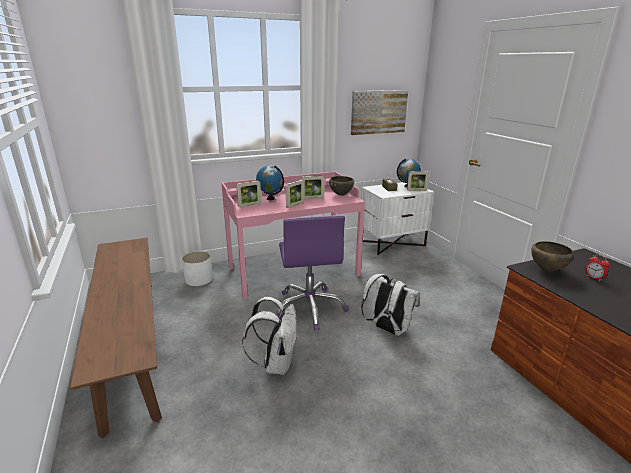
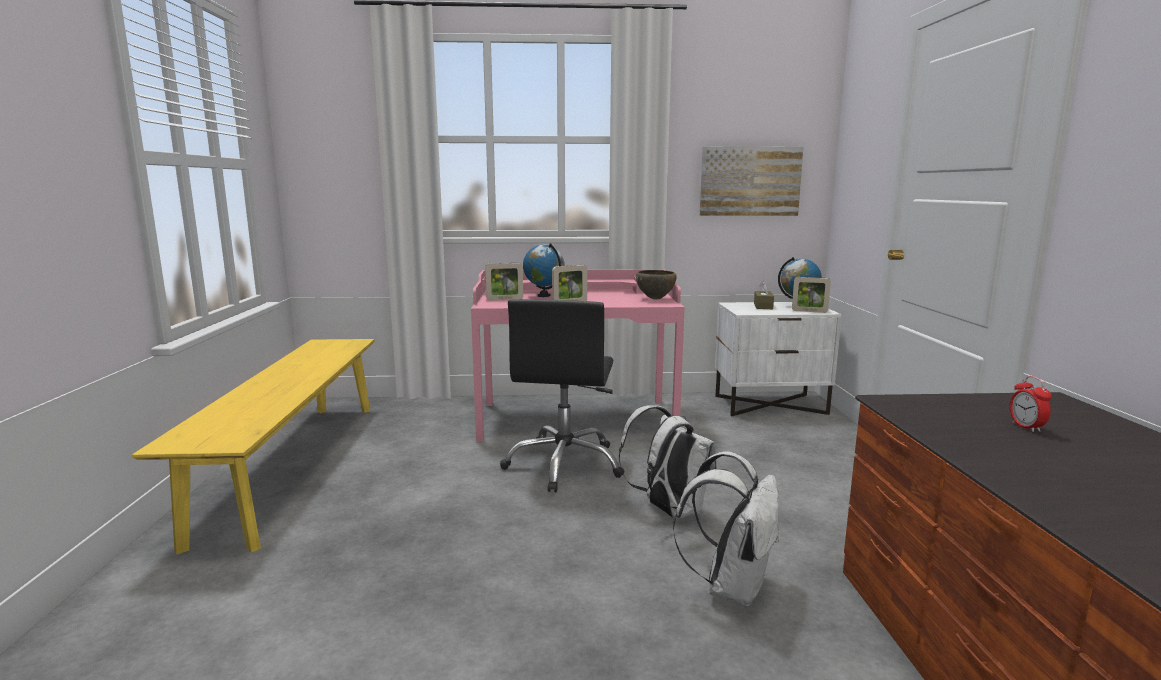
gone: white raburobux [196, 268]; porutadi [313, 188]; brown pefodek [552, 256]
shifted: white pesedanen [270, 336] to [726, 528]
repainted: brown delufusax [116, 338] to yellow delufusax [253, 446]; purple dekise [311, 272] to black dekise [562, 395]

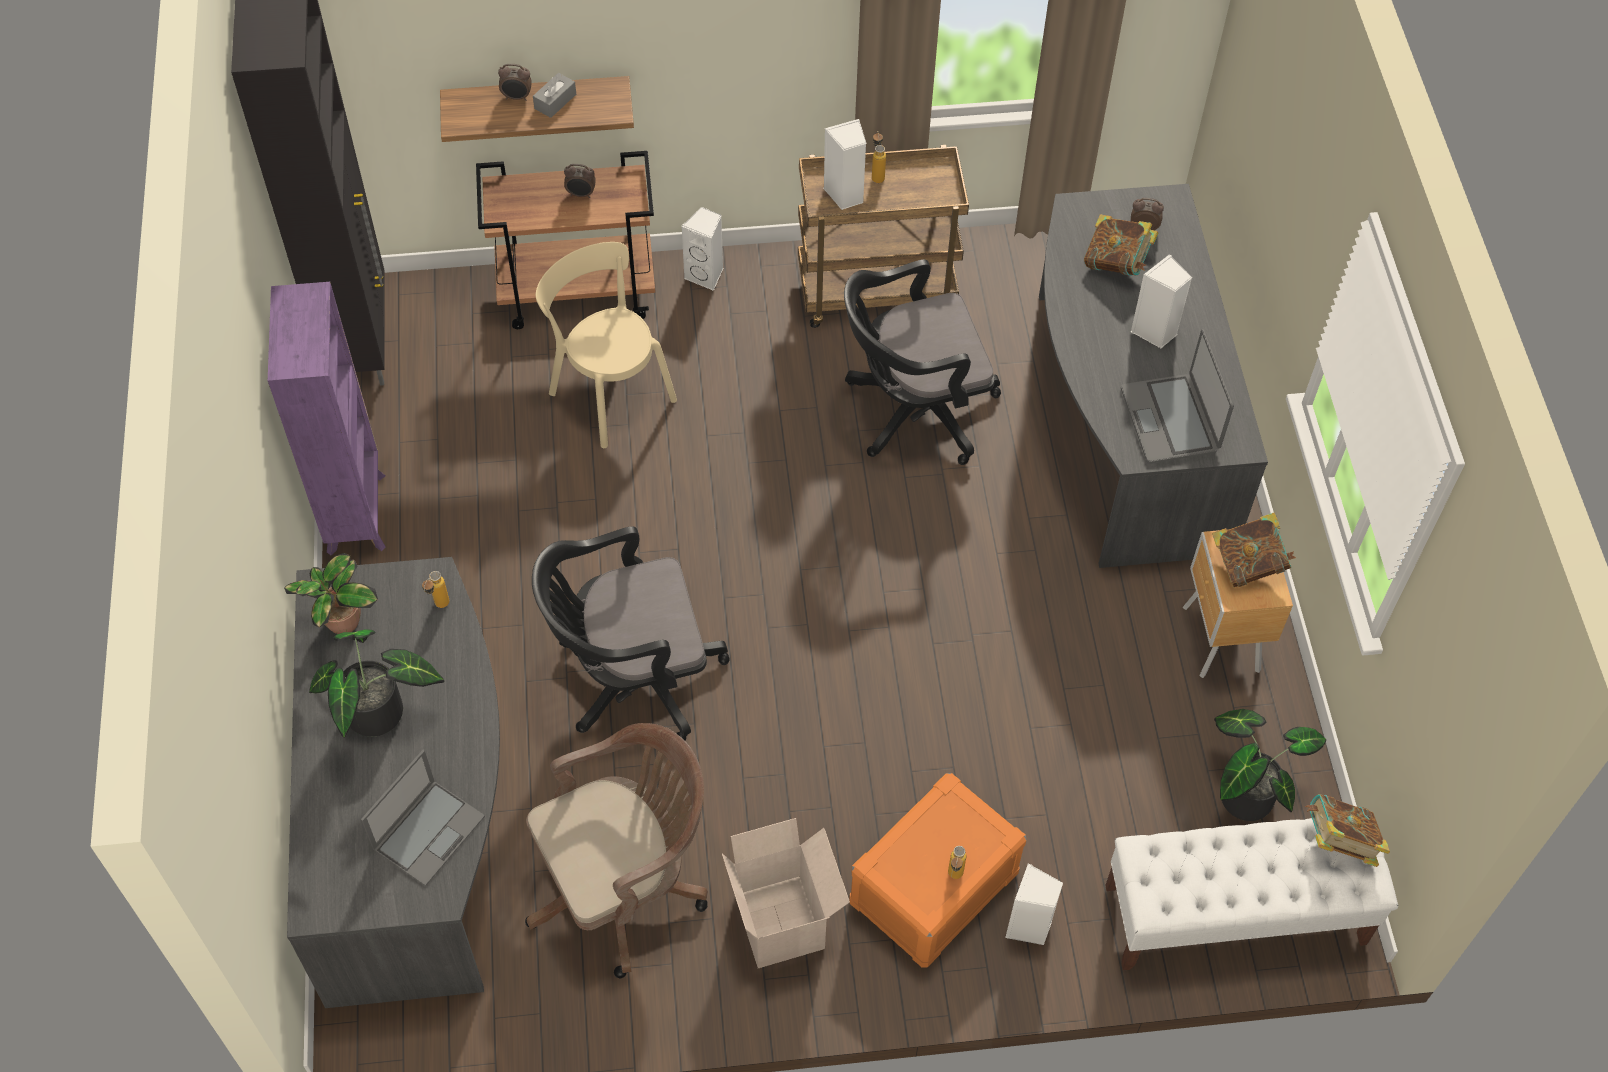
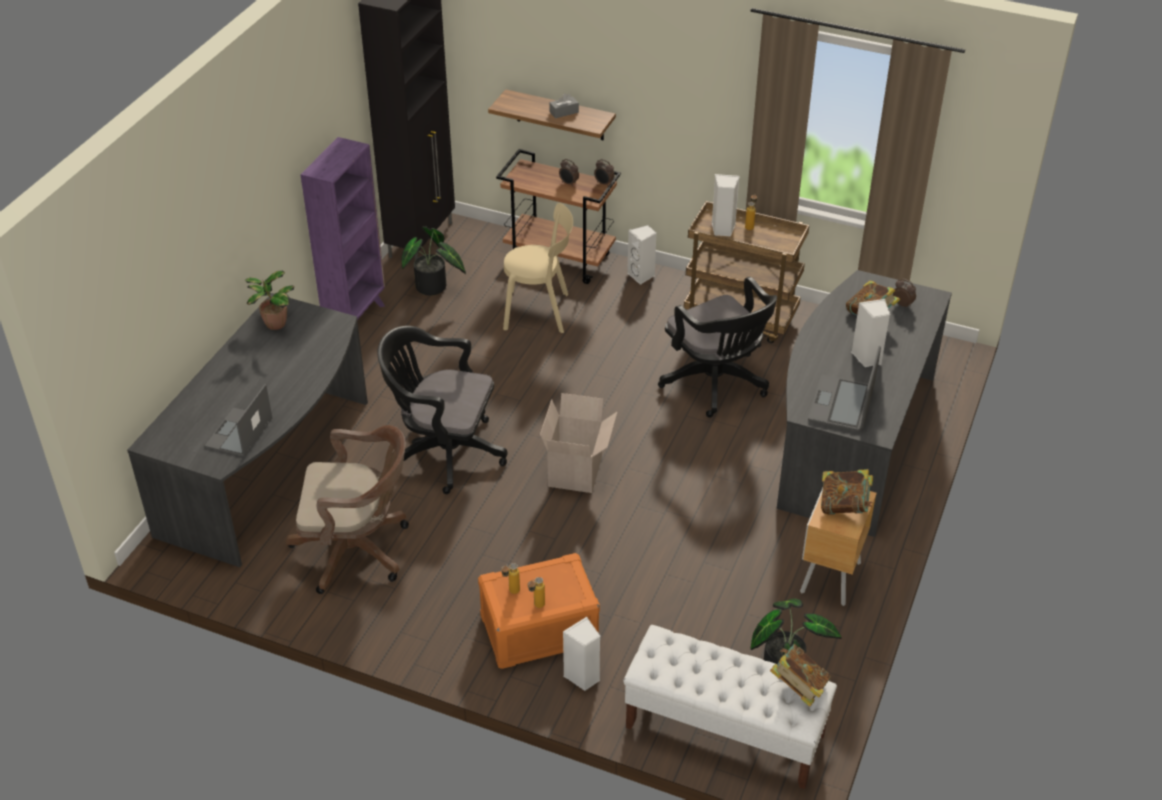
shifted: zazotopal [376, 683] to [434, 260]; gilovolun [435, 589] to [510, 578]; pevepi [515, 82] to [604, 172]; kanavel [786, 893] to [578, 443]
rotated: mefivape [423, 818] = [238, 420] 135 degrees clockwise; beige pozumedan [606, 345] = [538, 268] 105 degrees clockwise; black dekise [922, 362] = [717, 347] 135 degrees counterclockwise

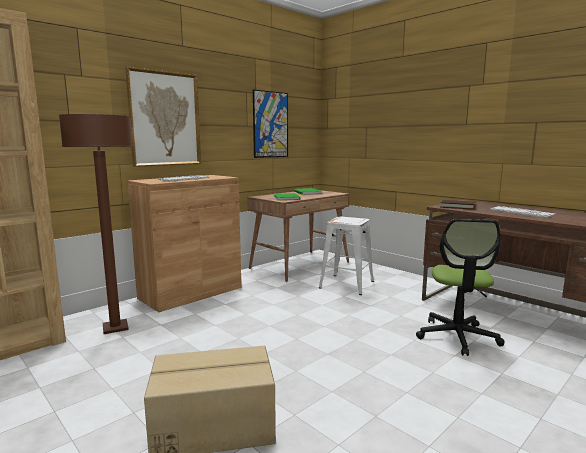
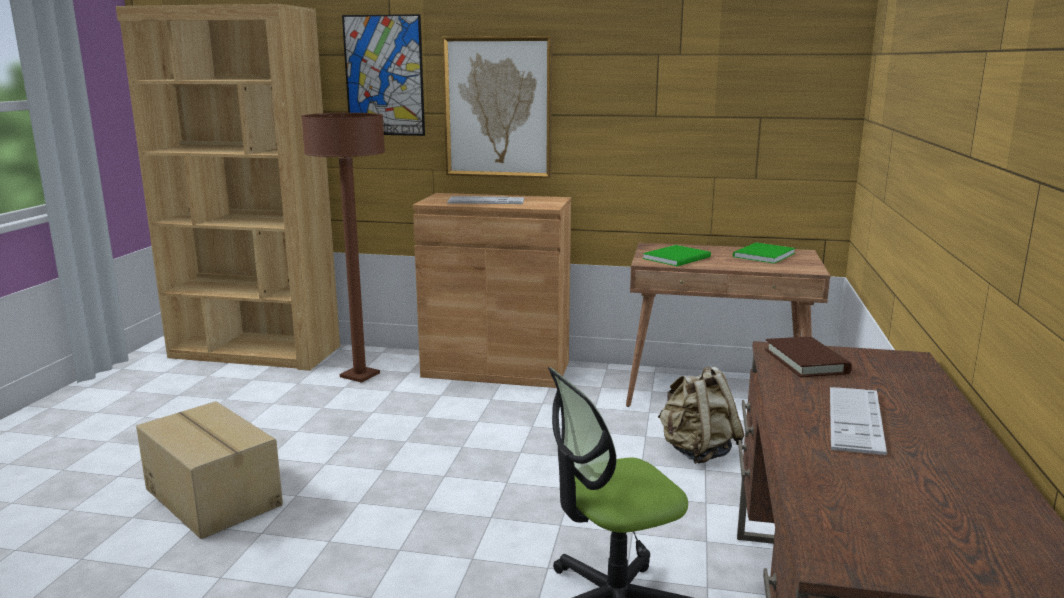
shifted: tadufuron [270, 124] to [383, 75]
swapped: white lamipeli [346, 256] to beige pesedanen [701, 415]

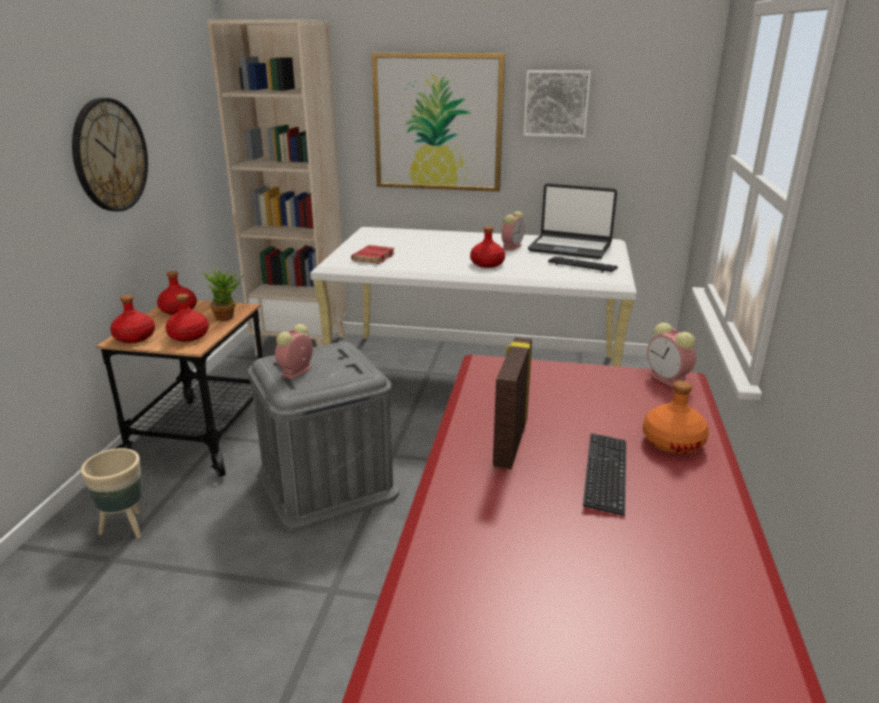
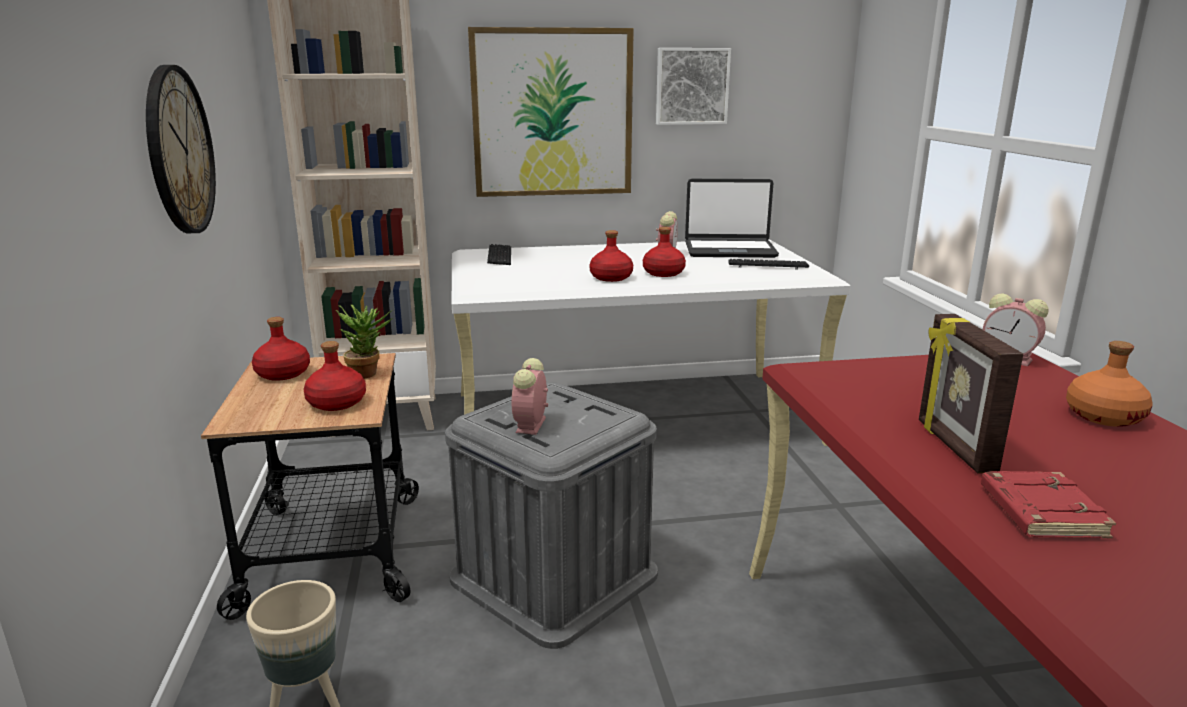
shifted: red gilovolun [132, 319] to [611, 256]; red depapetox [373, 254] to [1048, 504]; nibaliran [604, 474] to [499, 254]

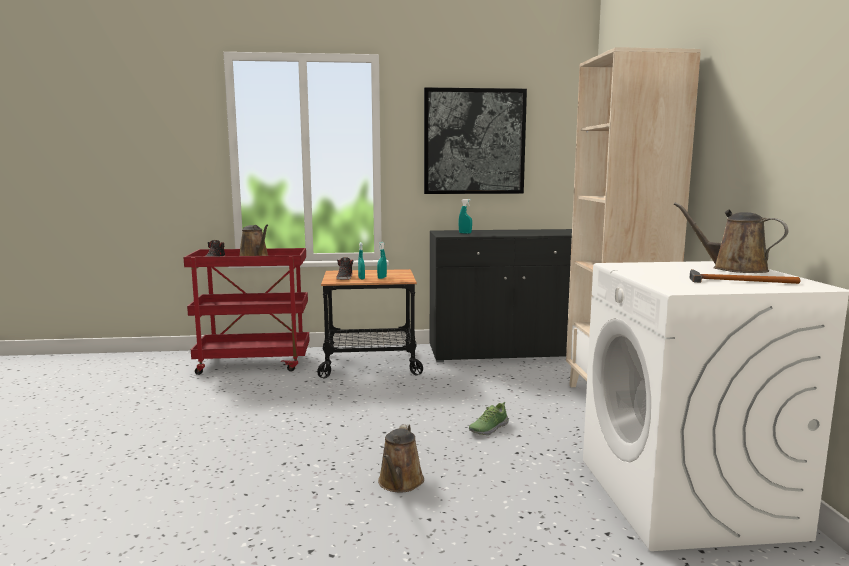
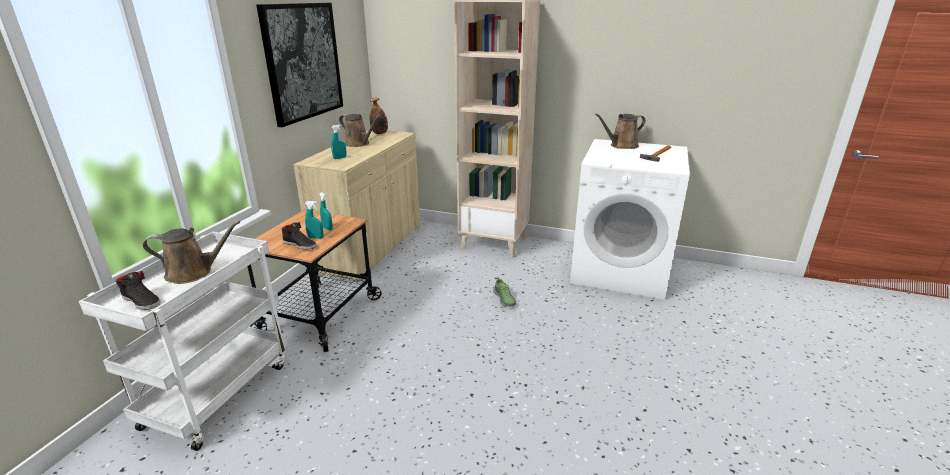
new: gilovolun [379, 116]
shifted: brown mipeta [401, 458] to [360, 130]
repainted: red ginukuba [246, 311] to white ginukuba [183, 341]; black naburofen [501, 295] to beige naburofen [356, 206]

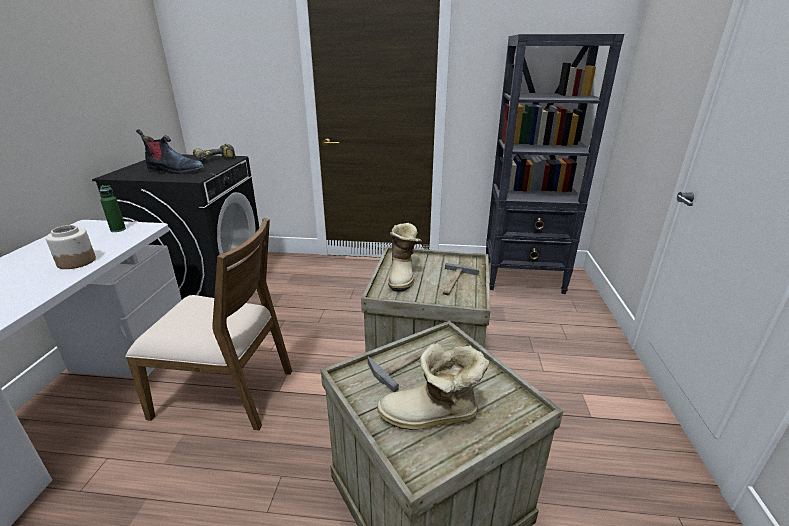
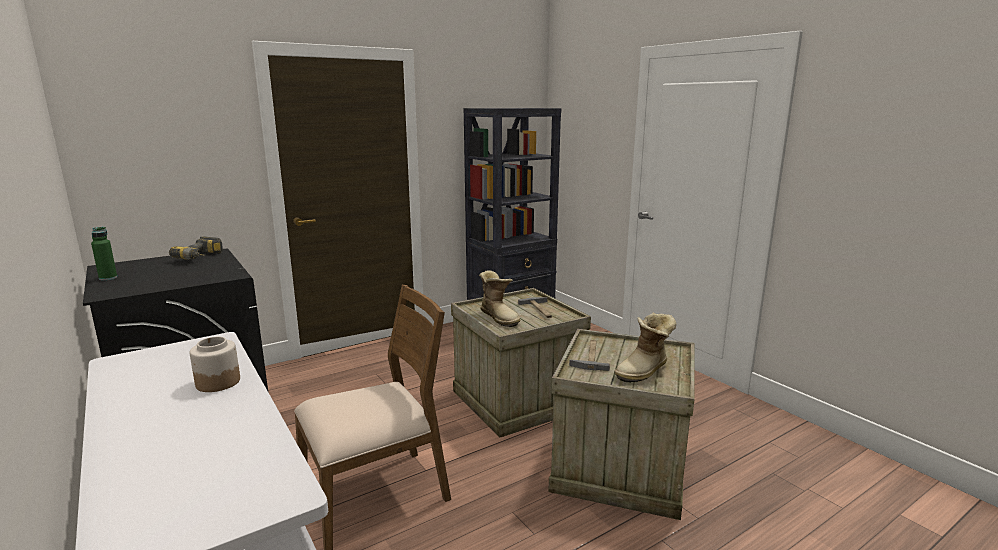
gone: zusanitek [170, 152]
shifted: green gilovolun [112, 208] to [104, 254]

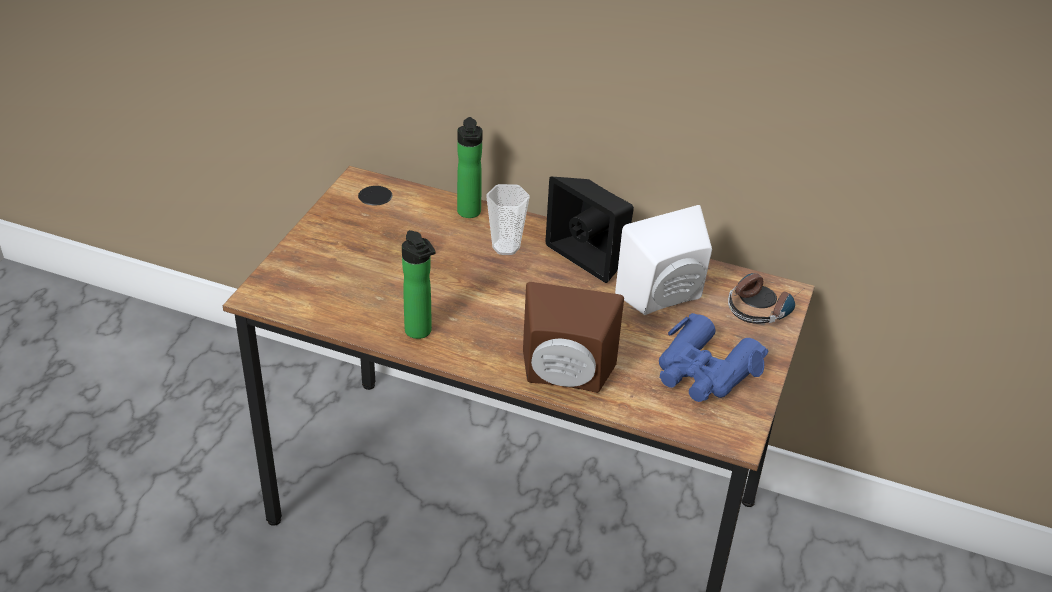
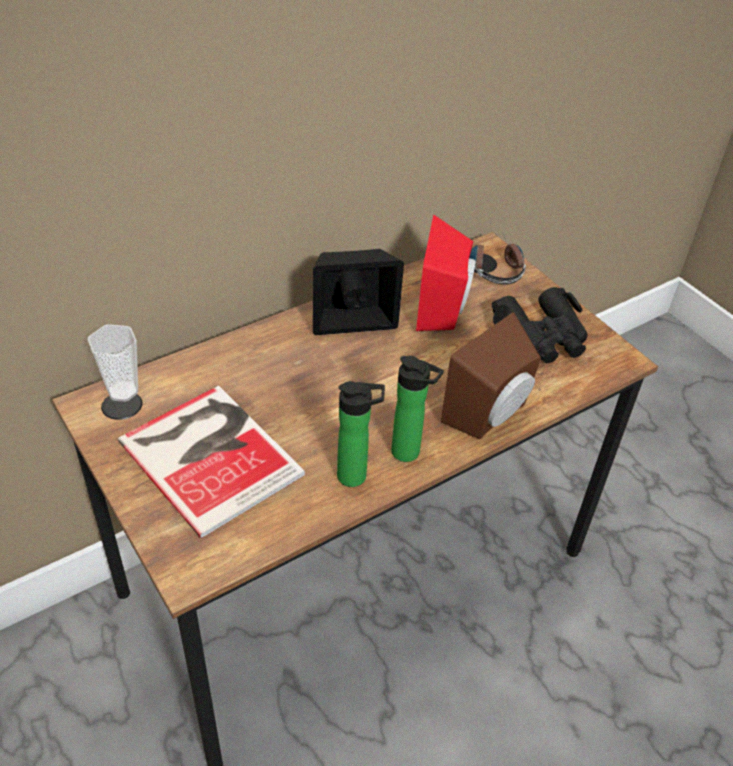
new: depapetox [211, 462]
shifted: gilovolun [470, 167] to [417, 409]; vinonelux [508, 219] to [113, 363]
repainted: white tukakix [663, 260] to red tukakix [445, 273]; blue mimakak [713, 357] to black mimakak [539, 325]

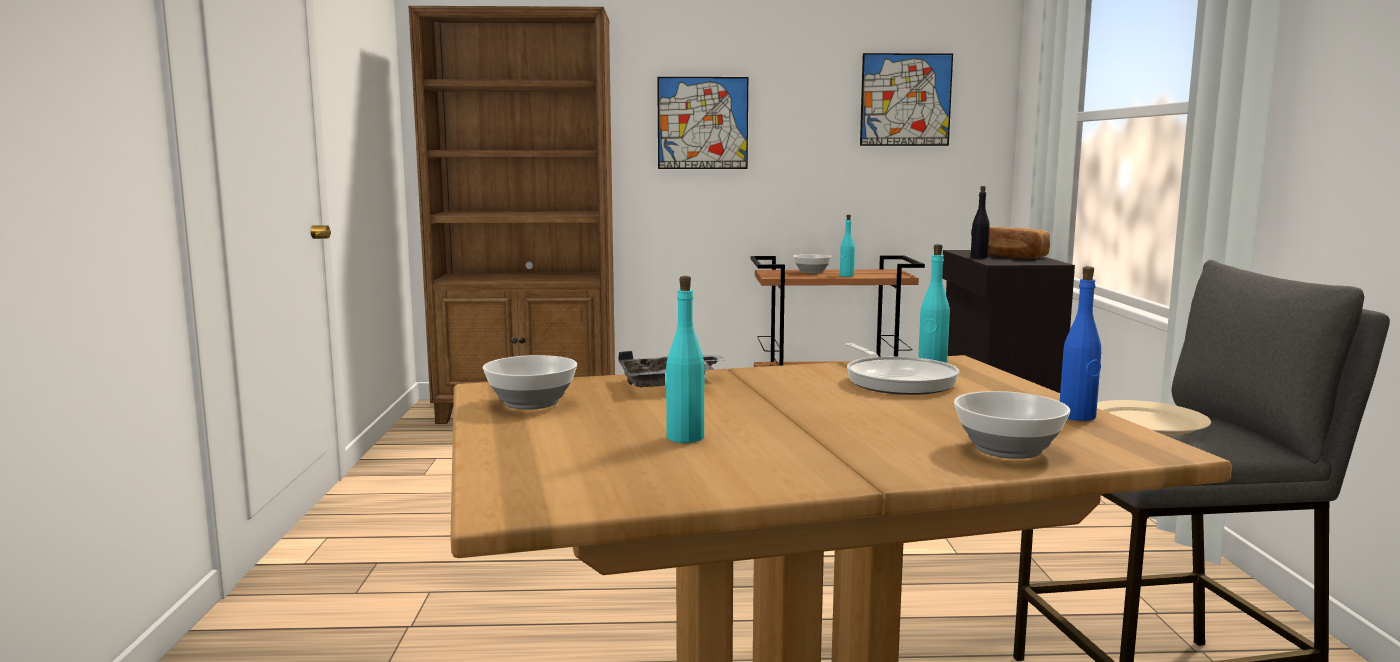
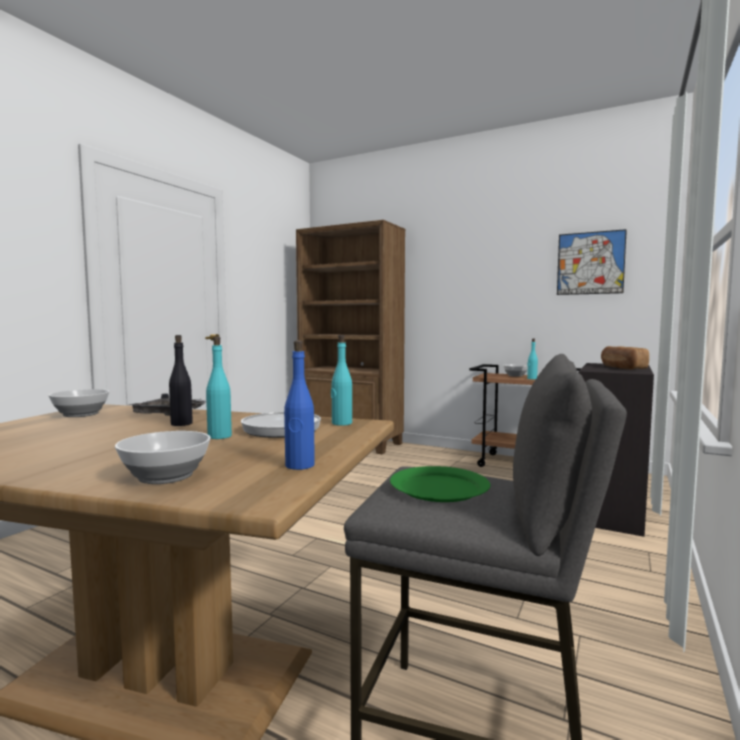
gone: tadufuron [702, 123]
shifted: turquoise gilovolun [684, 359] to [219, 388]; black gilovolun [980, 222] to [181, 380]
repainted: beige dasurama [1154, 418] to green dasurama [440, 484]

